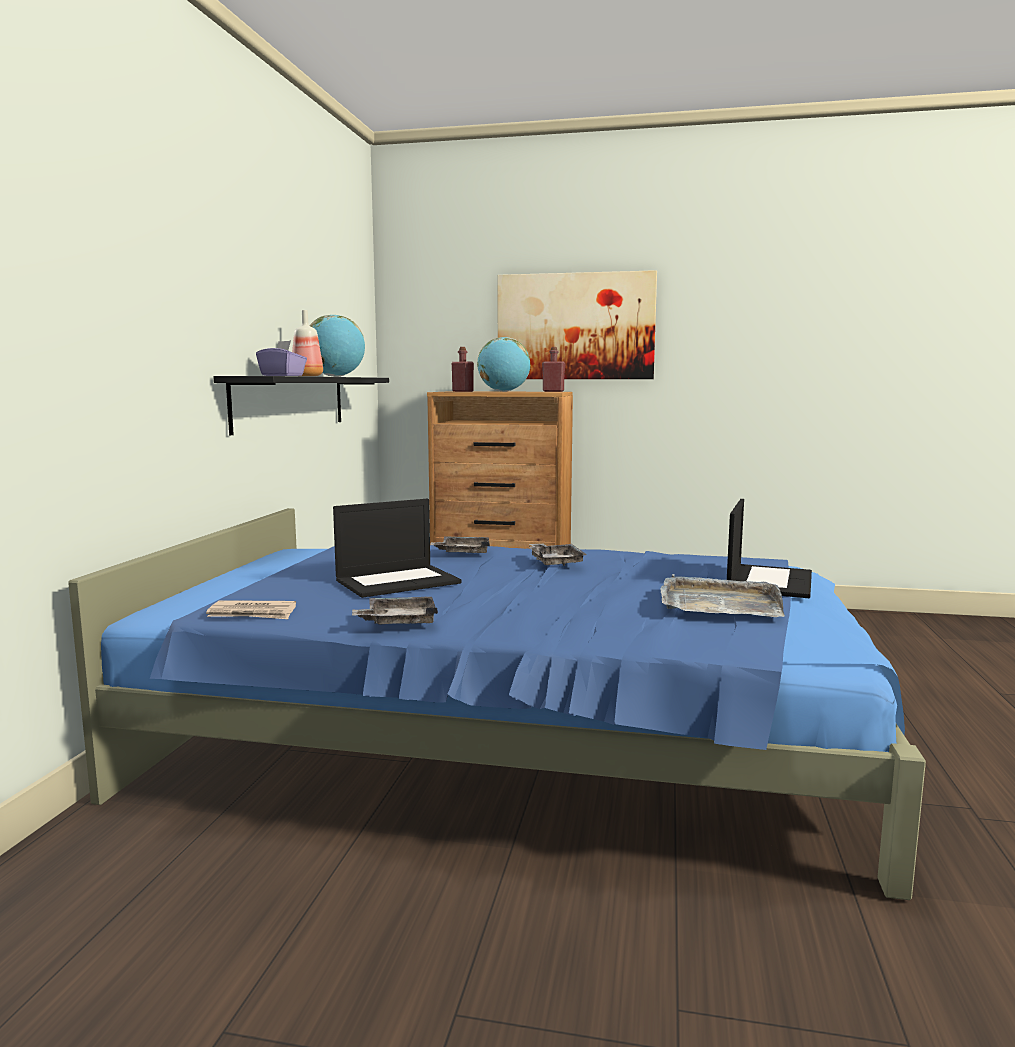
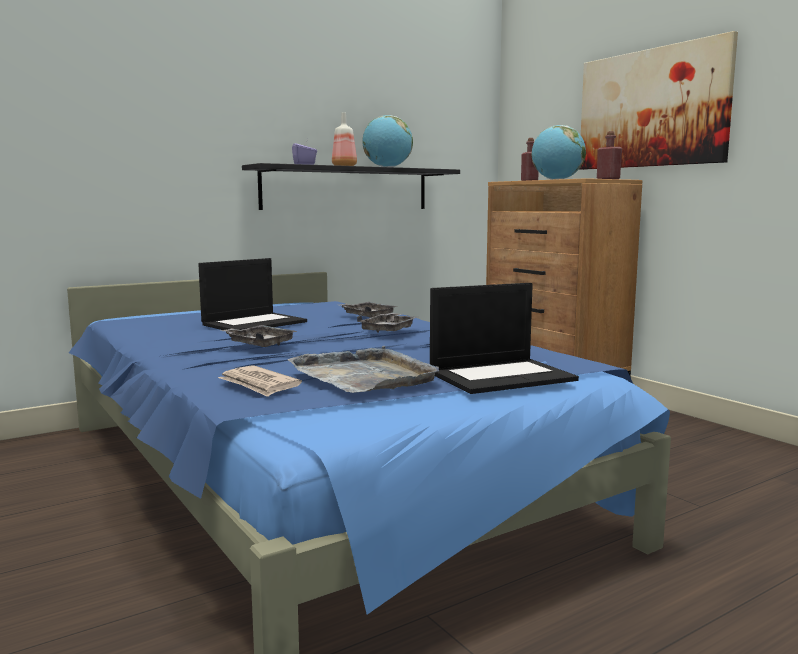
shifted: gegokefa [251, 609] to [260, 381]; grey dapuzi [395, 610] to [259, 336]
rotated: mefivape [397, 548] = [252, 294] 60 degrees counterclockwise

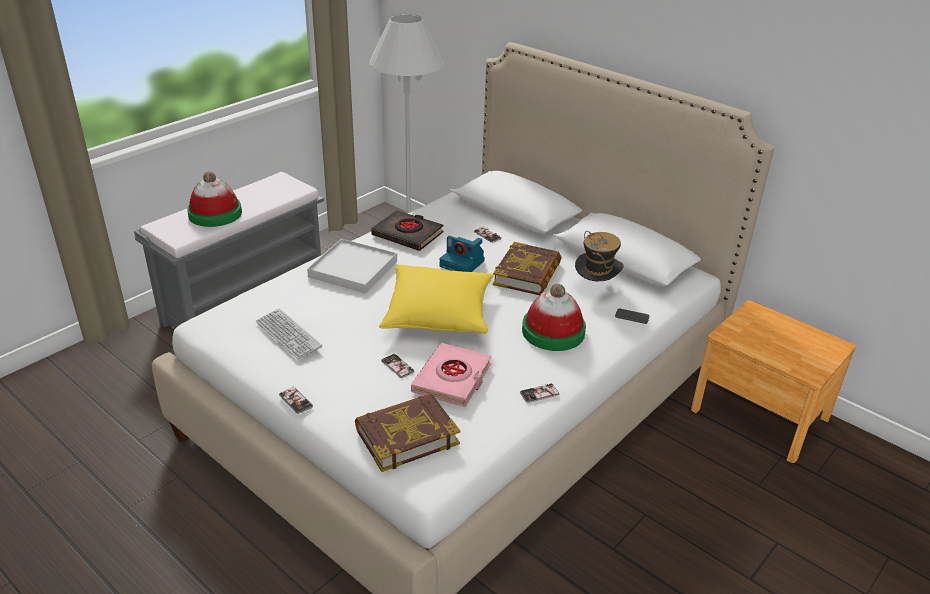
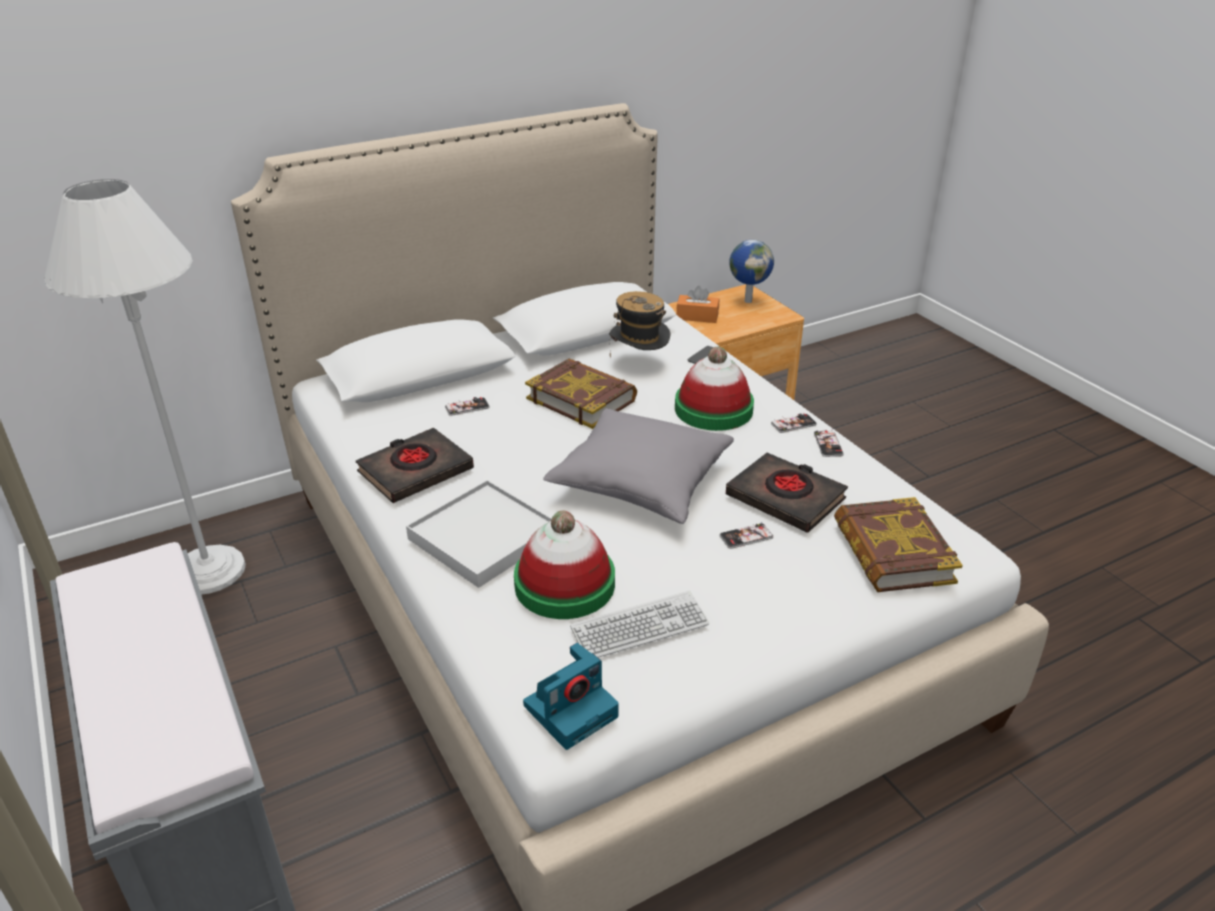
new: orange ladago [697, 304]; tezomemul [751, 271]
shifted: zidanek [214, 199] to [564, 565]; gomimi [296, 400] to [794, 423]; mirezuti [462, 254] to [571, 696]
repainted: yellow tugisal [436, 299] to grey tugisal [638, 466]; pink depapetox [451, 375] to black depapetox [787, 493]

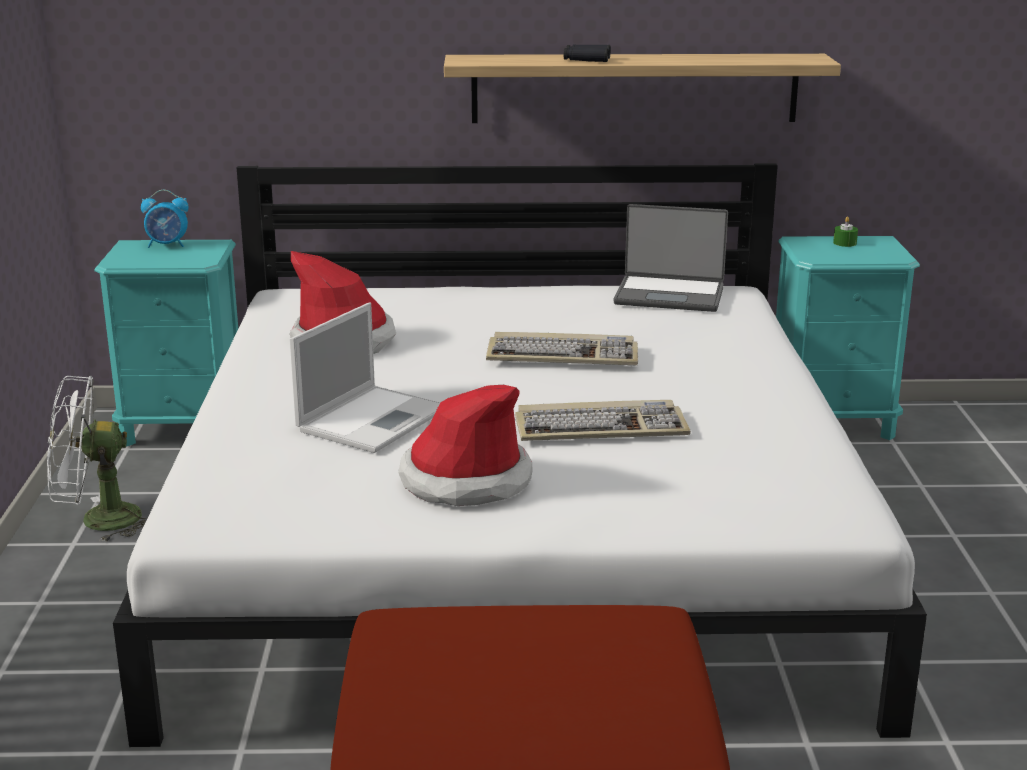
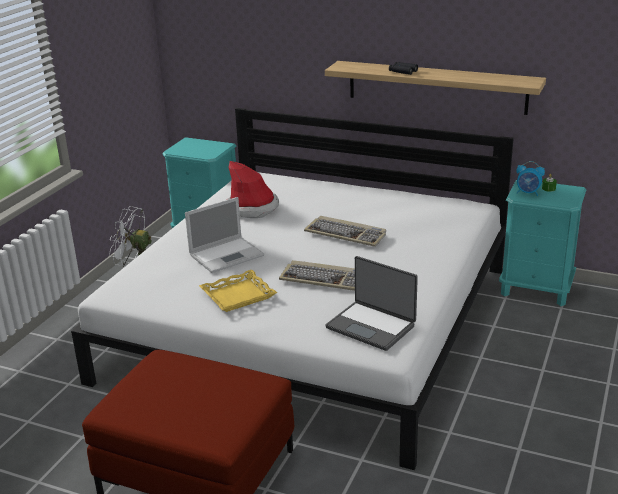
shifted: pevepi [165, 219] to [530, 178]; mefivape [671, 258] to [371, 303]
swapped: zidanek [465, 445] to yellow dapuzi [238, 291]

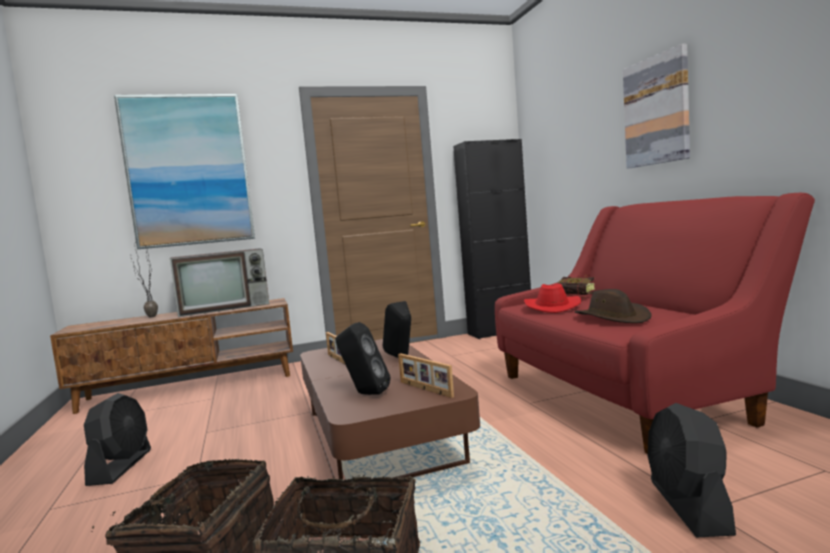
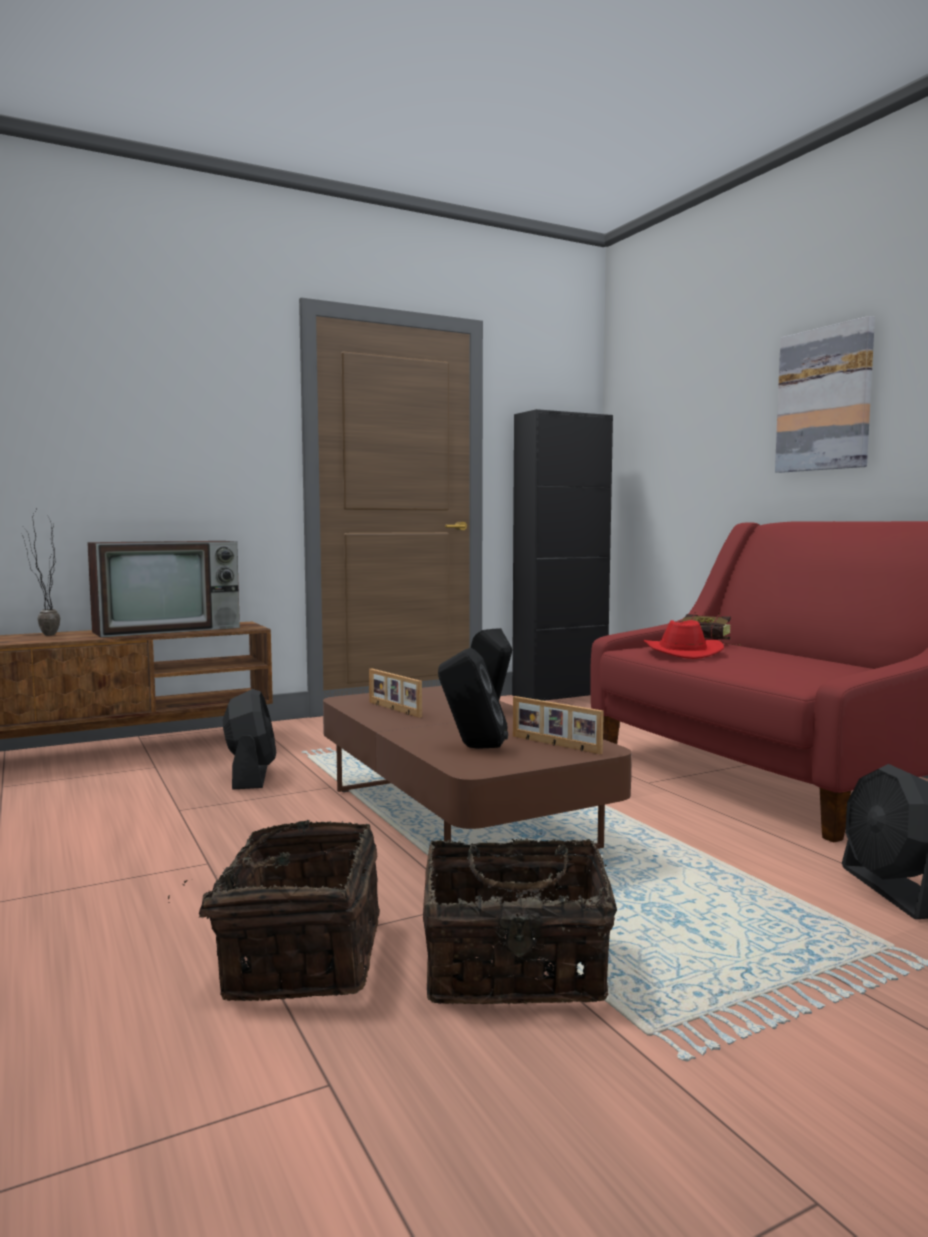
gone: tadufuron [184, 171]; brown zidanek [613, 306]
shifted: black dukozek [117, 439] to [249, 739]

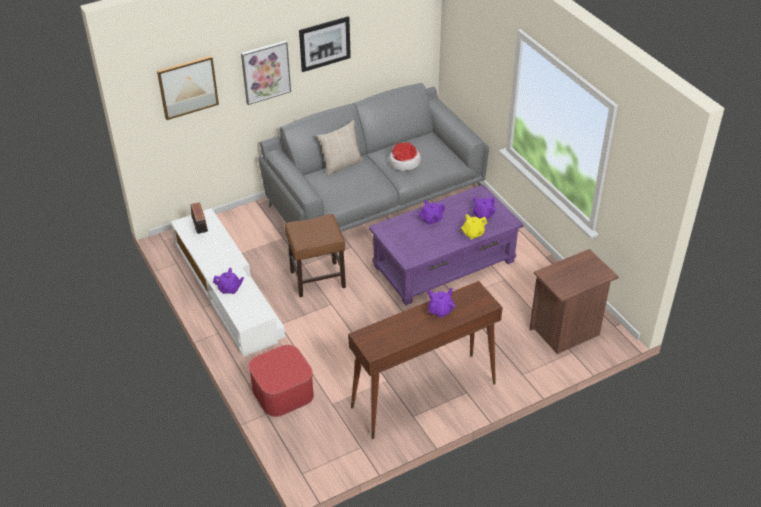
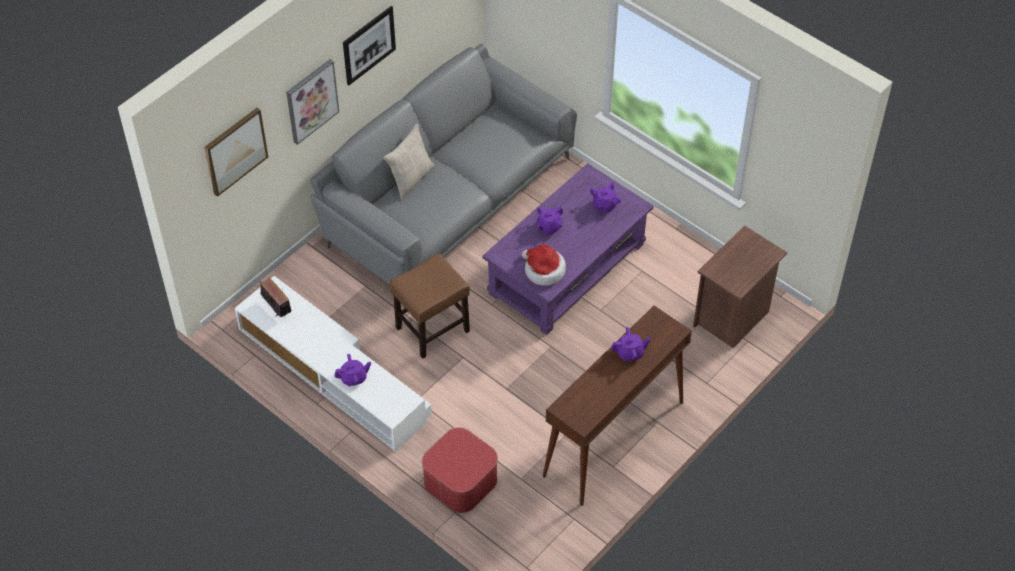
gone: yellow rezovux [474, 226]
shifted: zidanek [405, 156] to [544, 265]
rotated: purple rezovux [441, 303] = [631, 344] 60 degrees clockwise

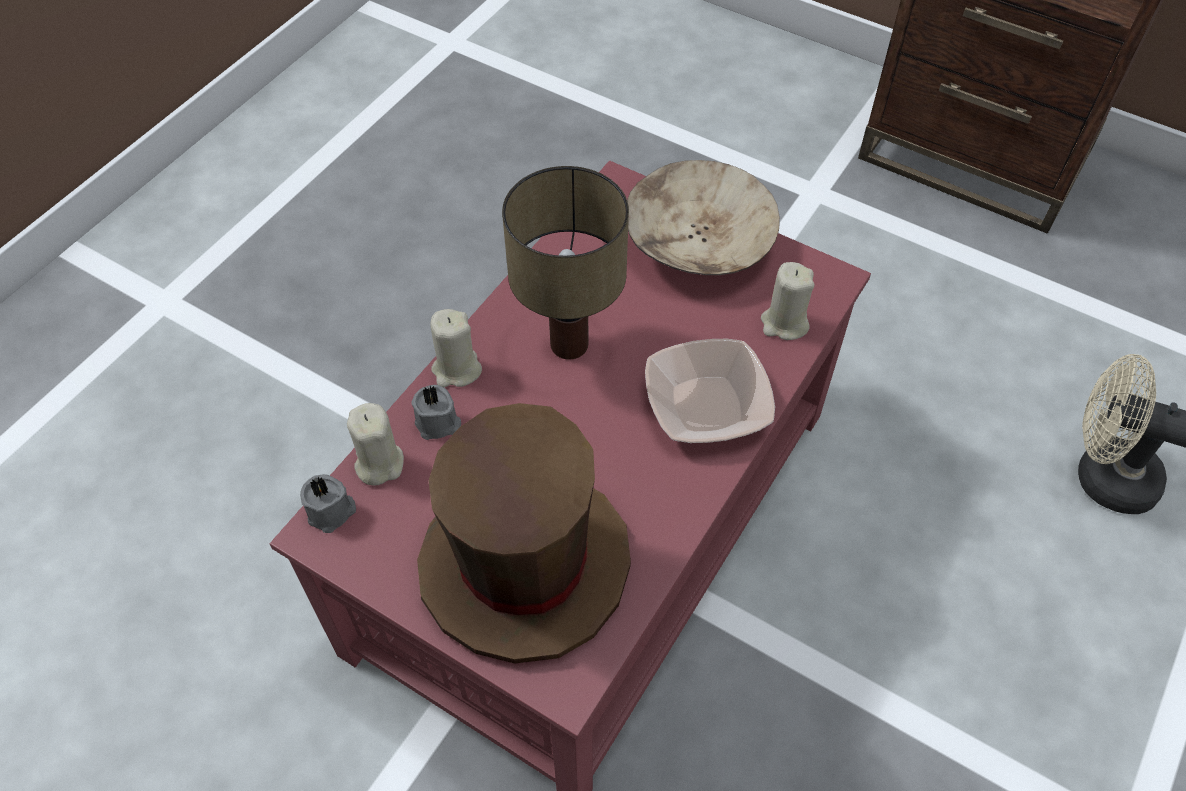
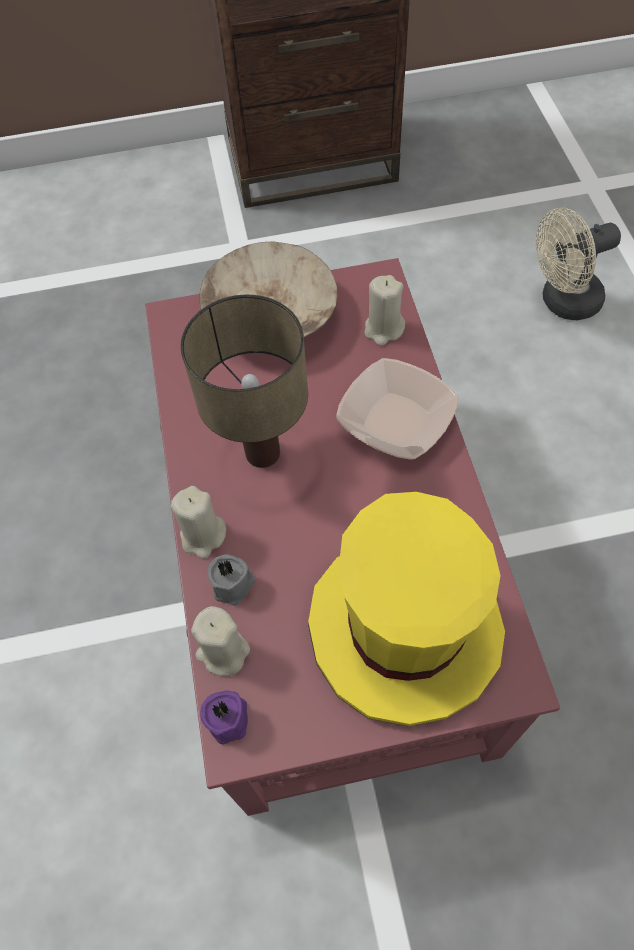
repainted: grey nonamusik [328, 503] to purple nonamusik [224, 717]; brown zidanek [524, 533] to yellow zidanek [406, 609]

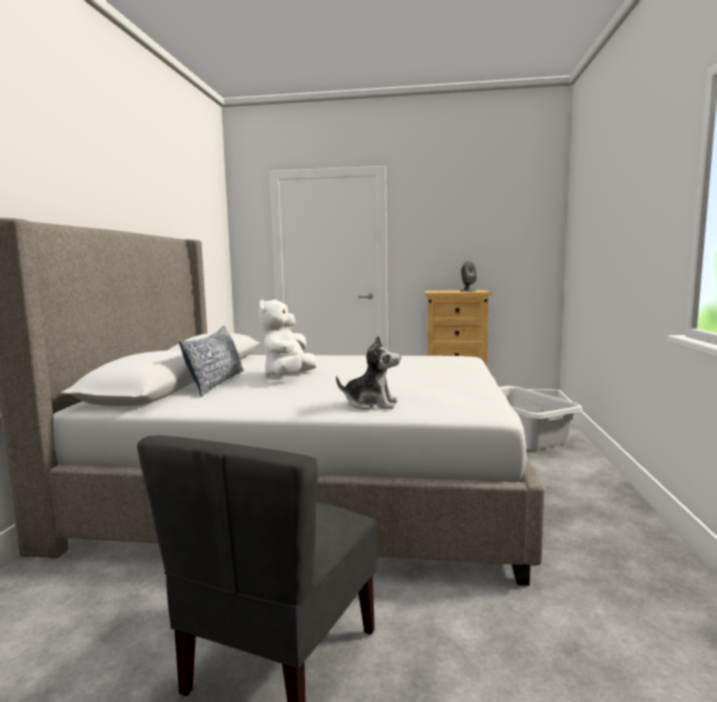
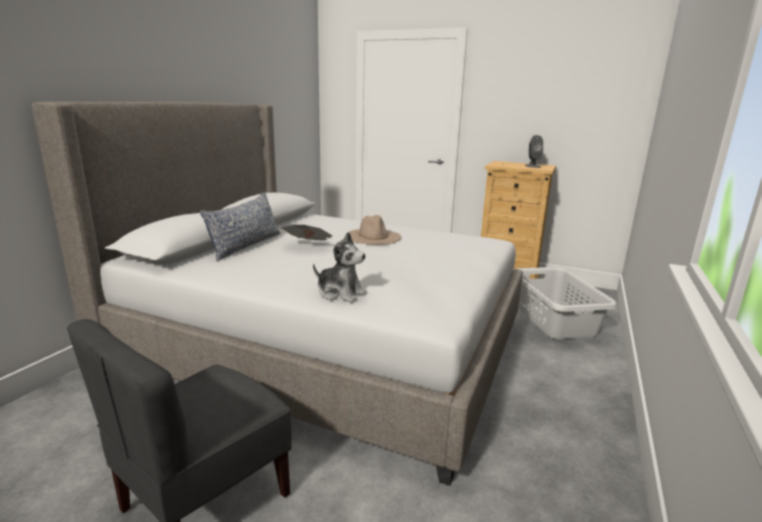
new: beige zidanek [375, 230]
swapped: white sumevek [288, 337] to gegokefa [306, 232]

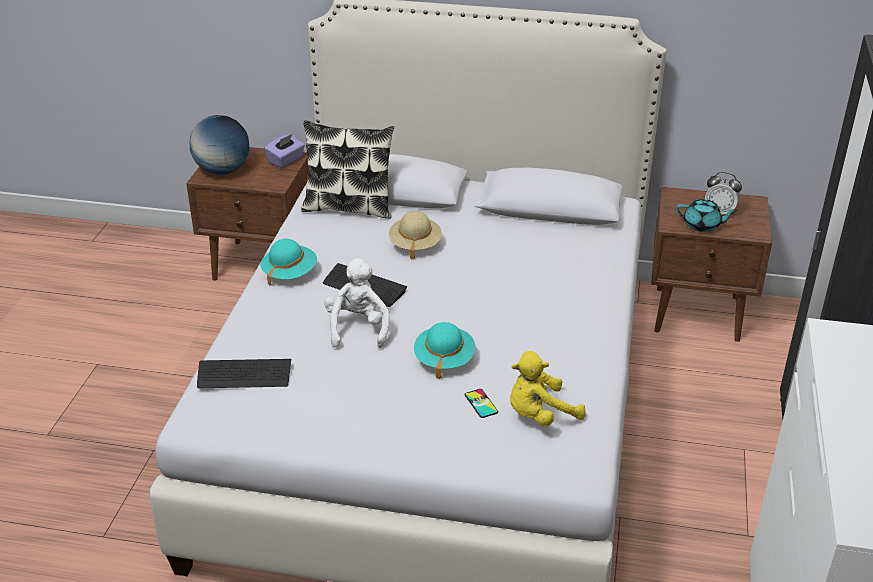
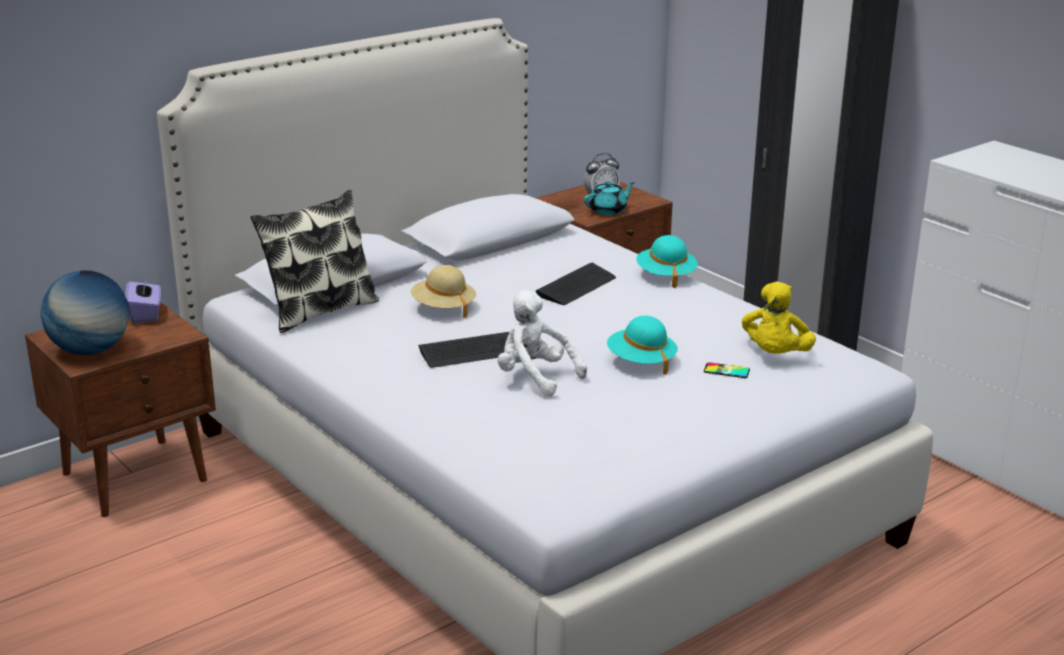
shifted: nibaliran [244, 373] to [576, 284]; turquoise zidanek [289, 262] to [667, 261]

